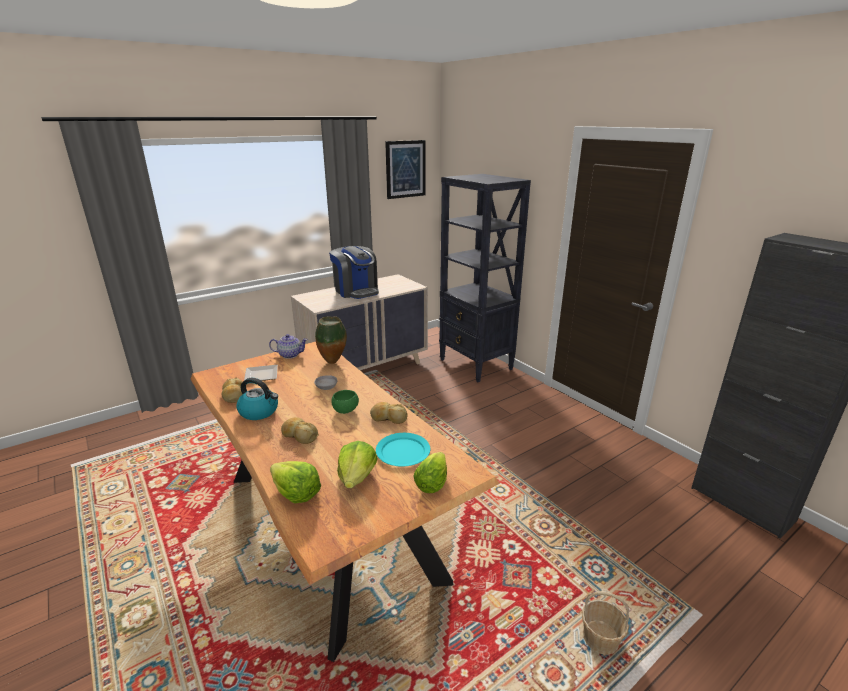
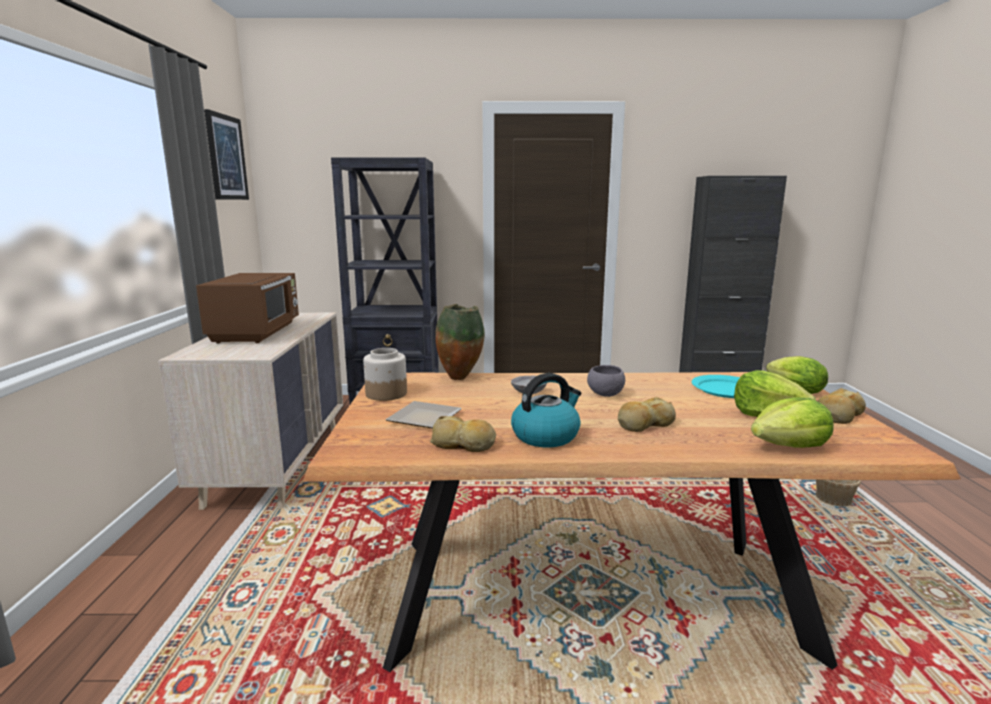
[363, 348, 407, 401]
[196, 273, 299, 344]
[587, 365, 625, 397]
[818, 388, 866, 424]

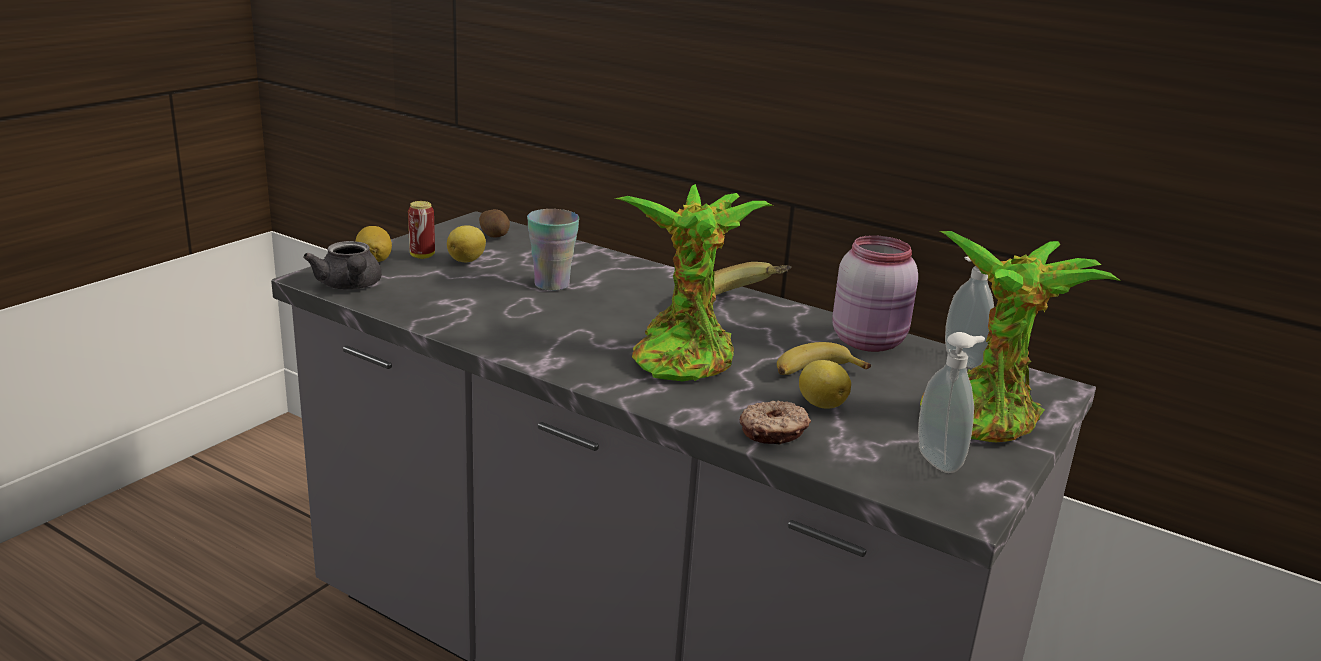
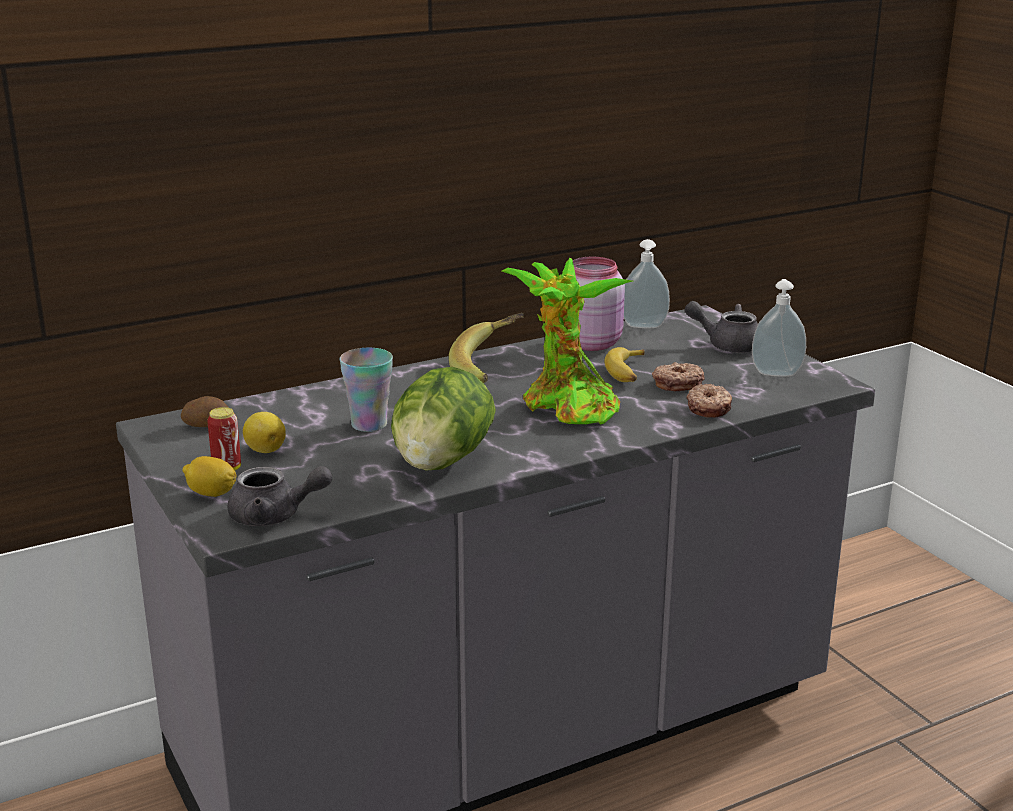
[652, 362, 705, 391]
[685, 301, 758, 353]
[391, 367, 496, 471]

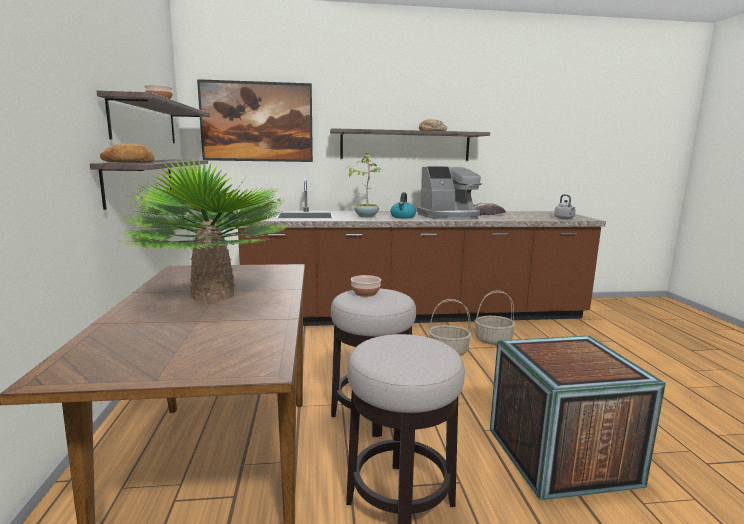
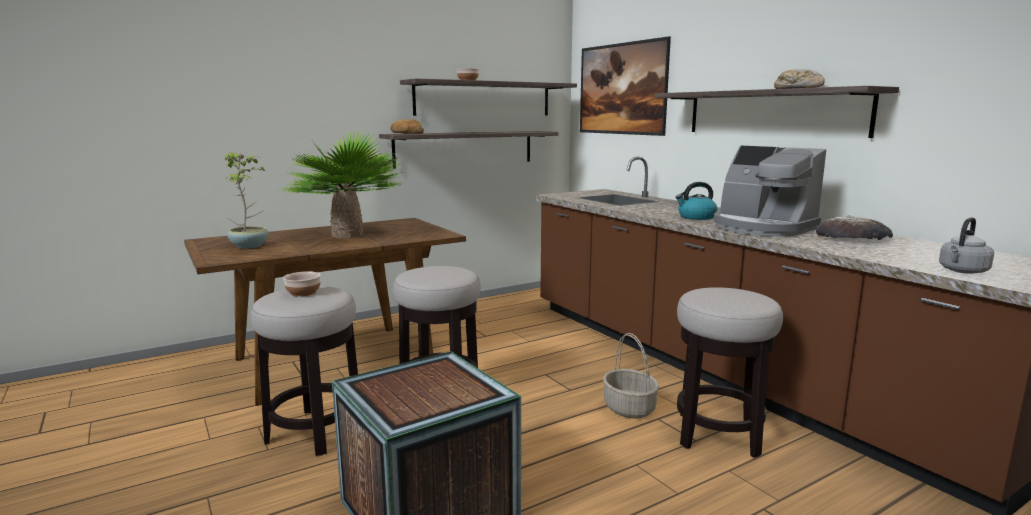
[224, 152, 268, 249]
[283, 271, 321, 296]
[677, 287, 783, 458]

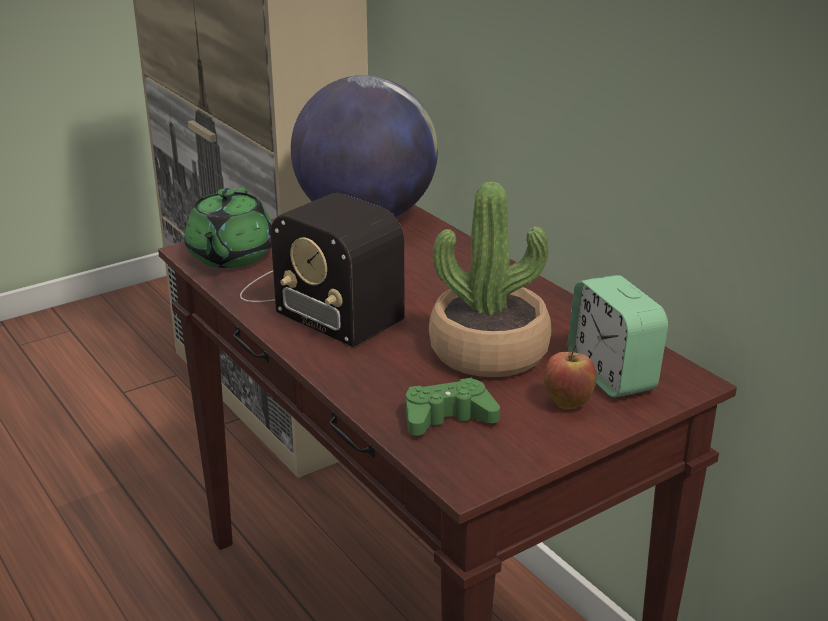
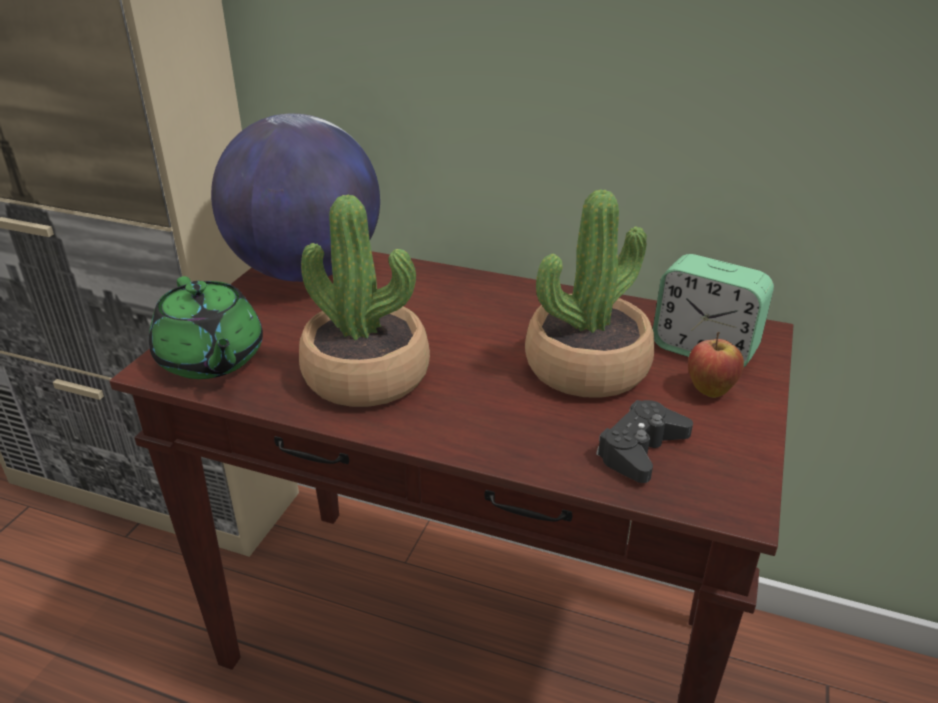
[299, 195, 430, 407]
[596, 400, 693, 483]

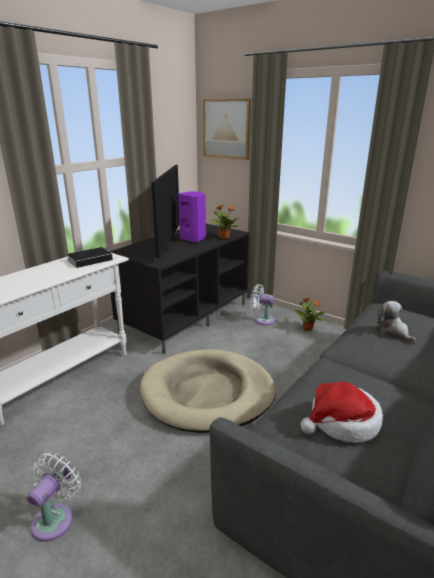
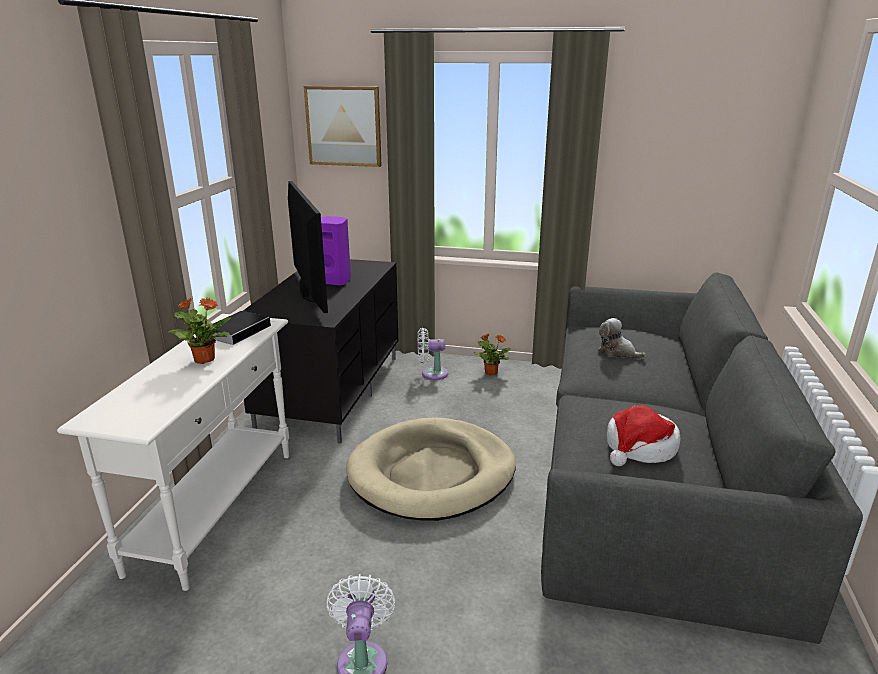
[168, 297, 231, 364]

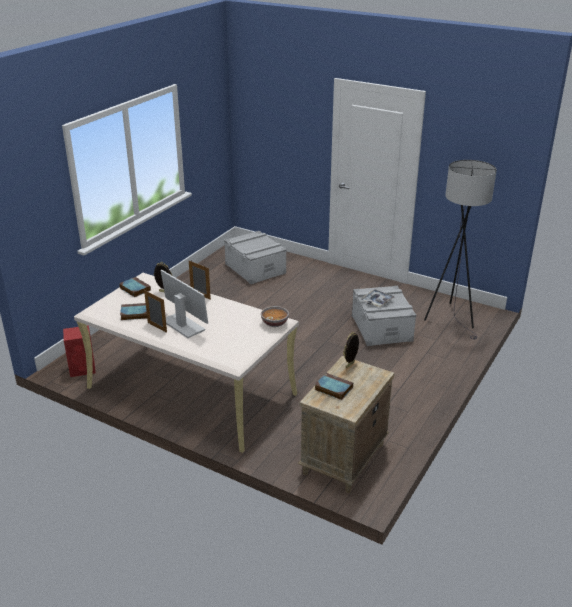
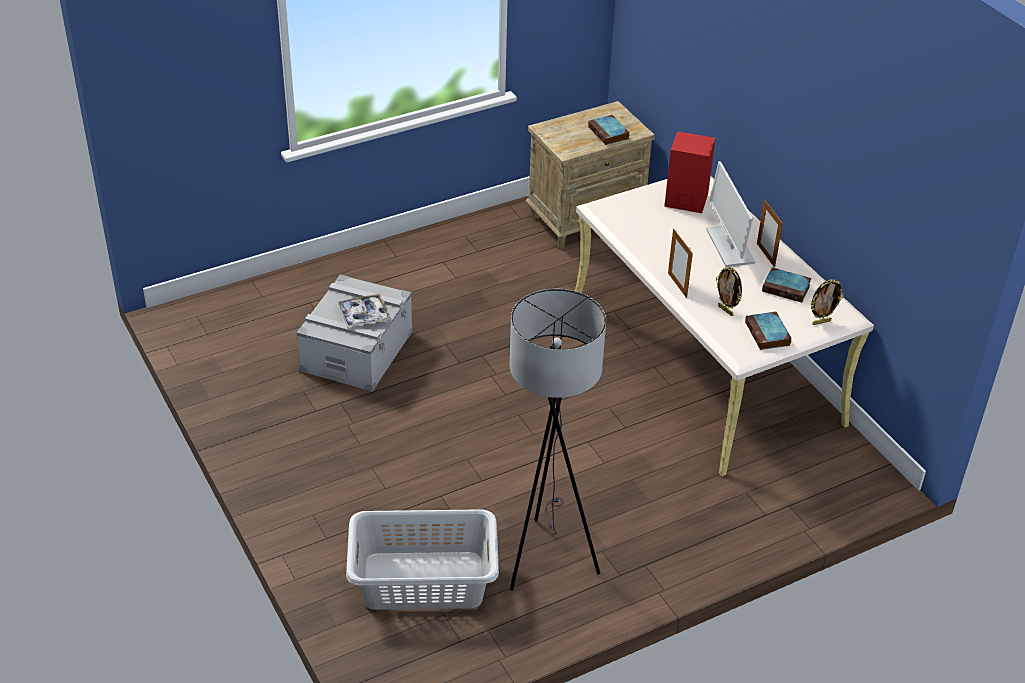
[664, 131, 715, 213]
[346, 509, 499, 610]
[261, 306, 289, 327] (first image)
[810, 279, 844, 325]
[509, 289, 606, 591]

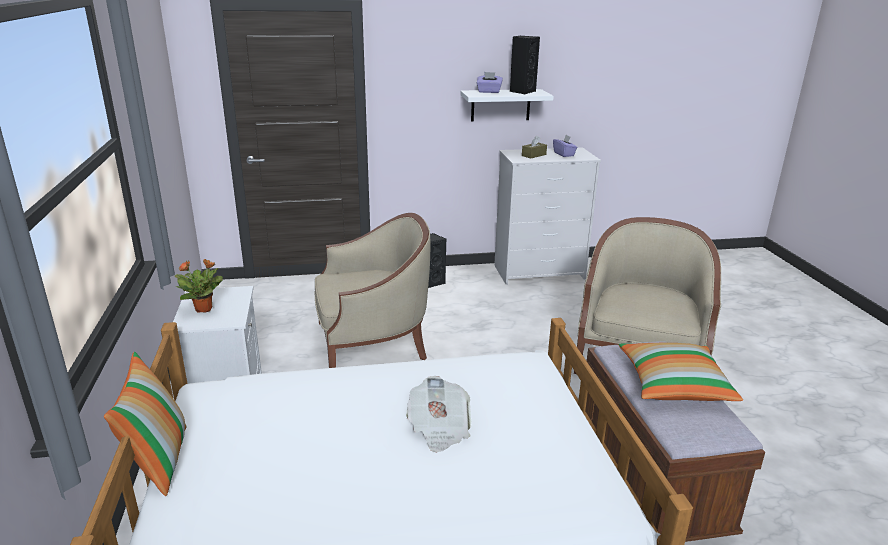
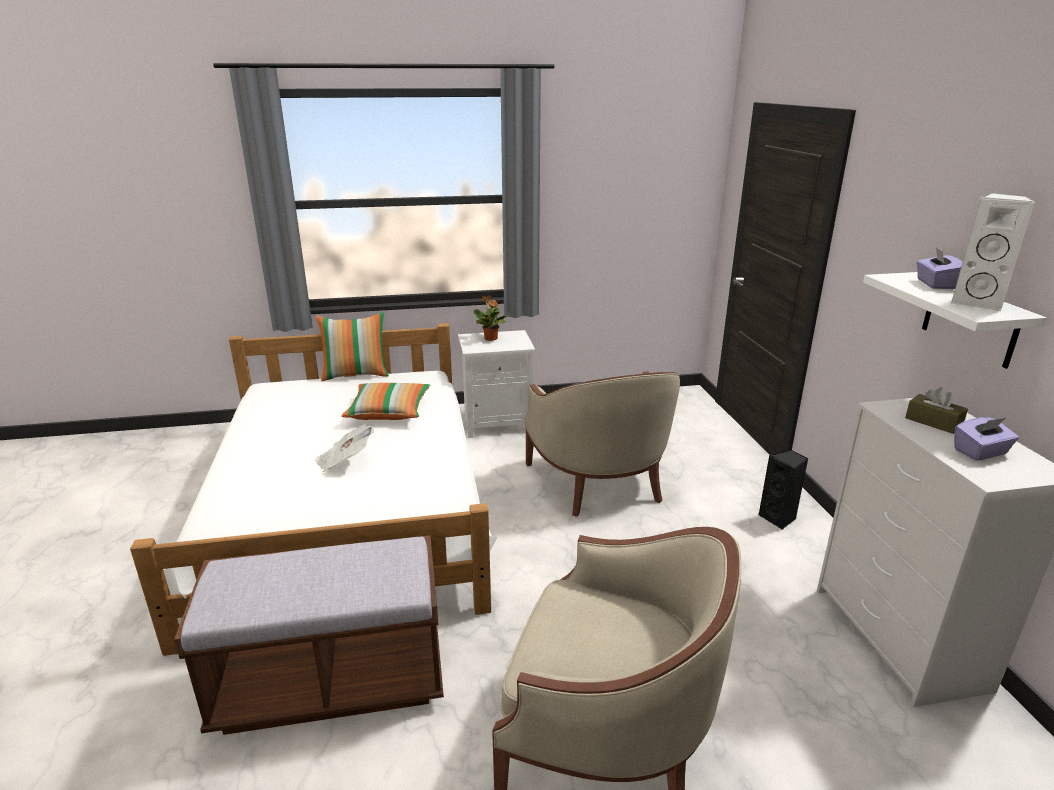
[951, 193, 1035, 311]
[341, 383, 430, 420]

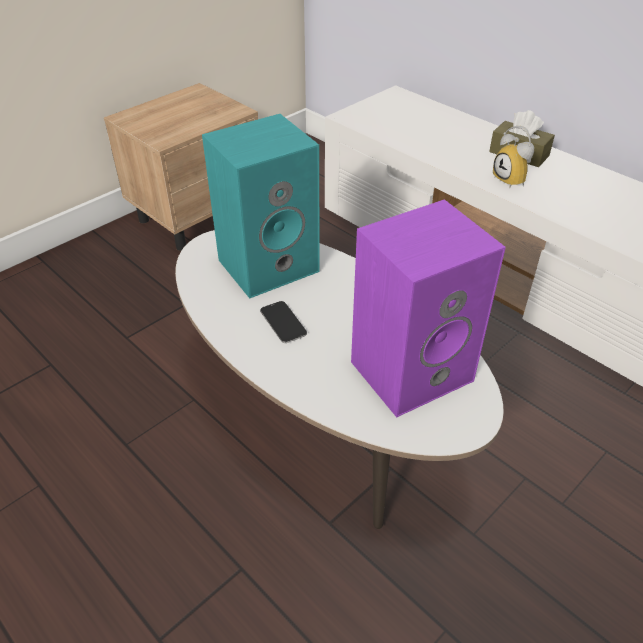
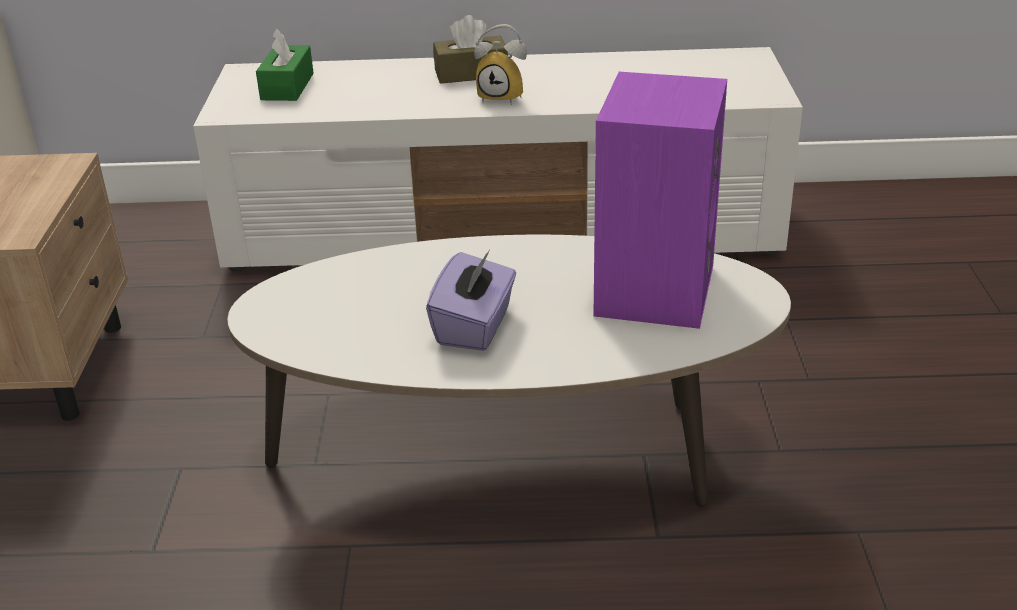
[202, 114, 320, 298] (first image)
[426, 250, 516, 351]
[256, 28, 314, 101]

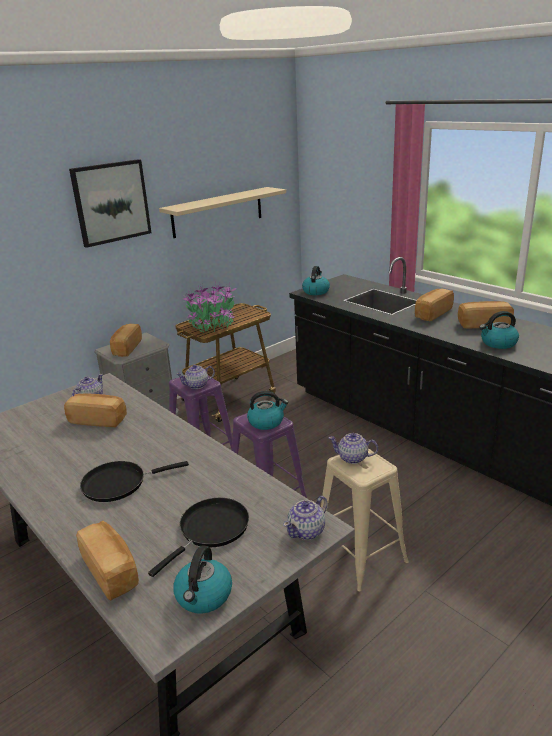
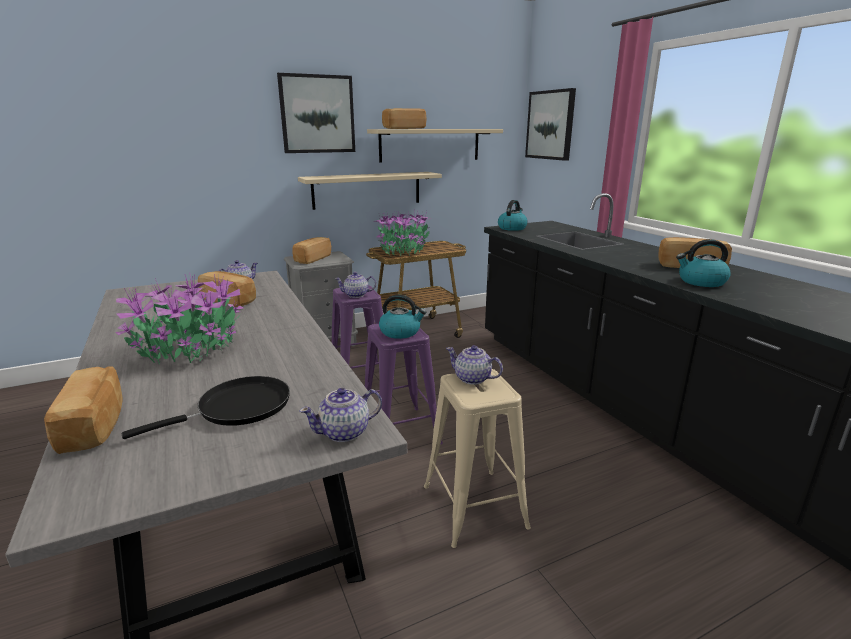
[116, 274, 244, 364]
[173, 545, 232, 614] (first image)
[382, 108, 427, 129]
[298, 172, 442, 210]
[525, 88, 576, 161]

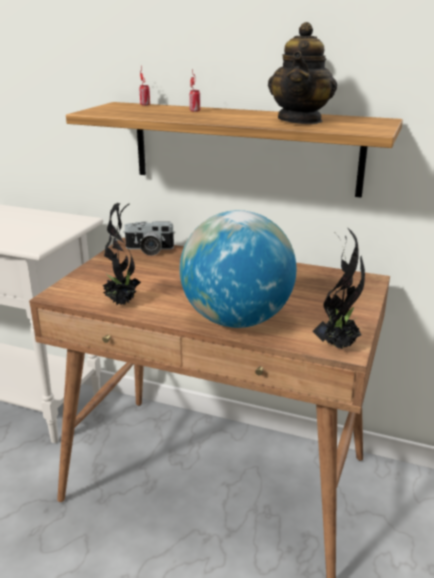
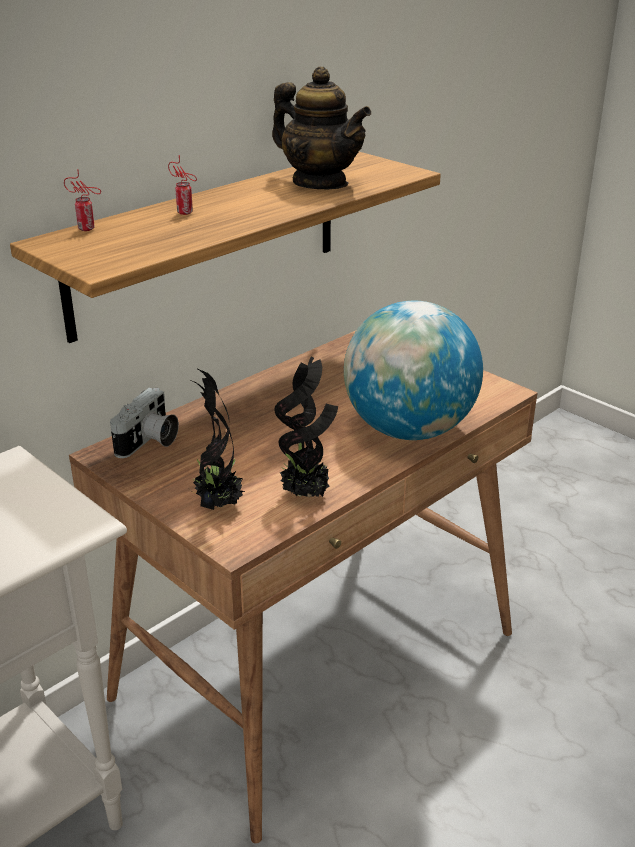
[188, 368, 245, 510]

